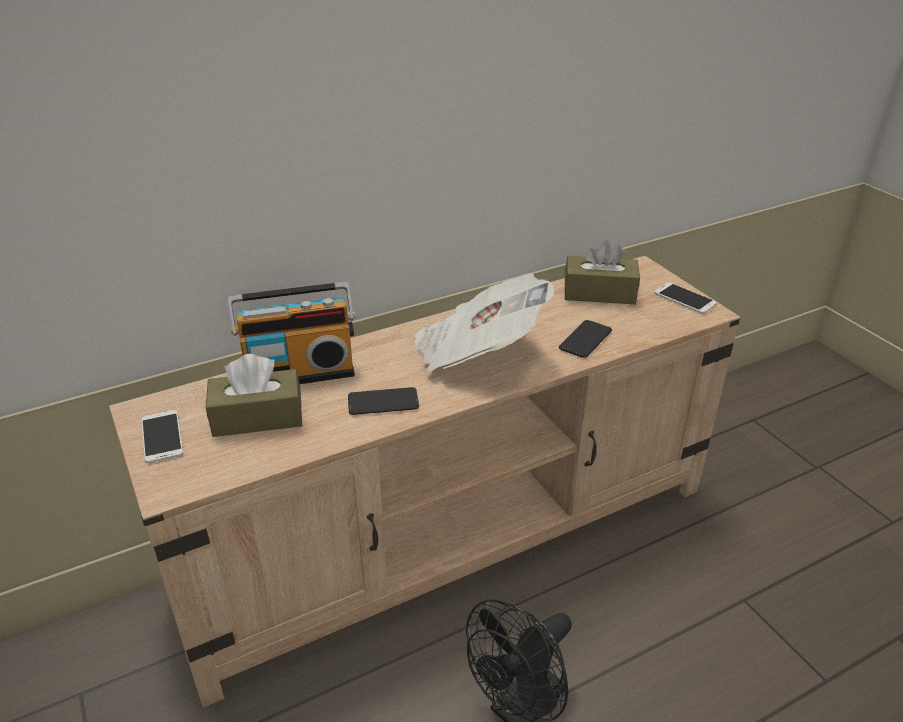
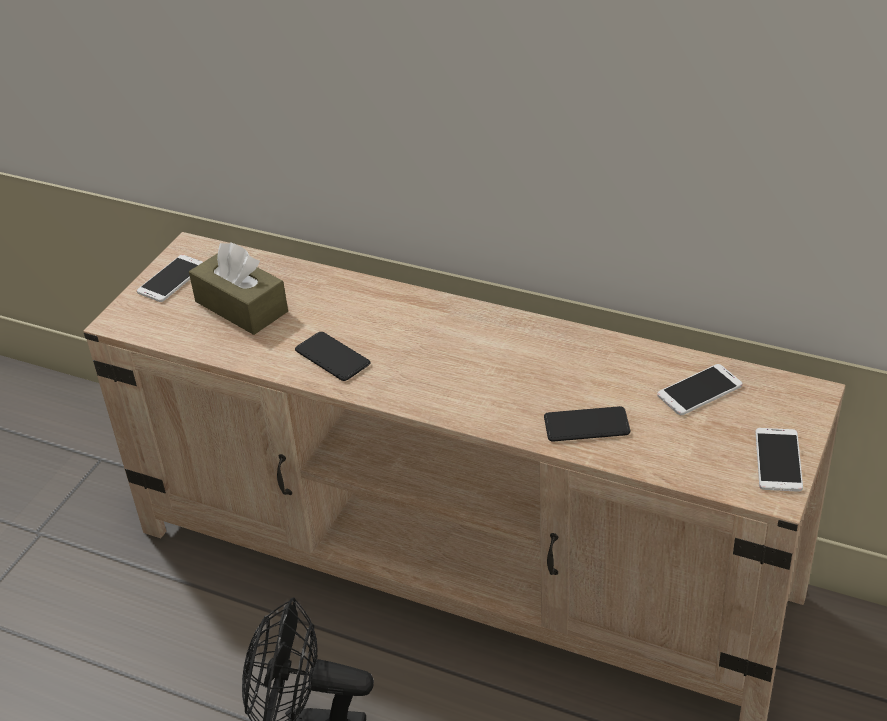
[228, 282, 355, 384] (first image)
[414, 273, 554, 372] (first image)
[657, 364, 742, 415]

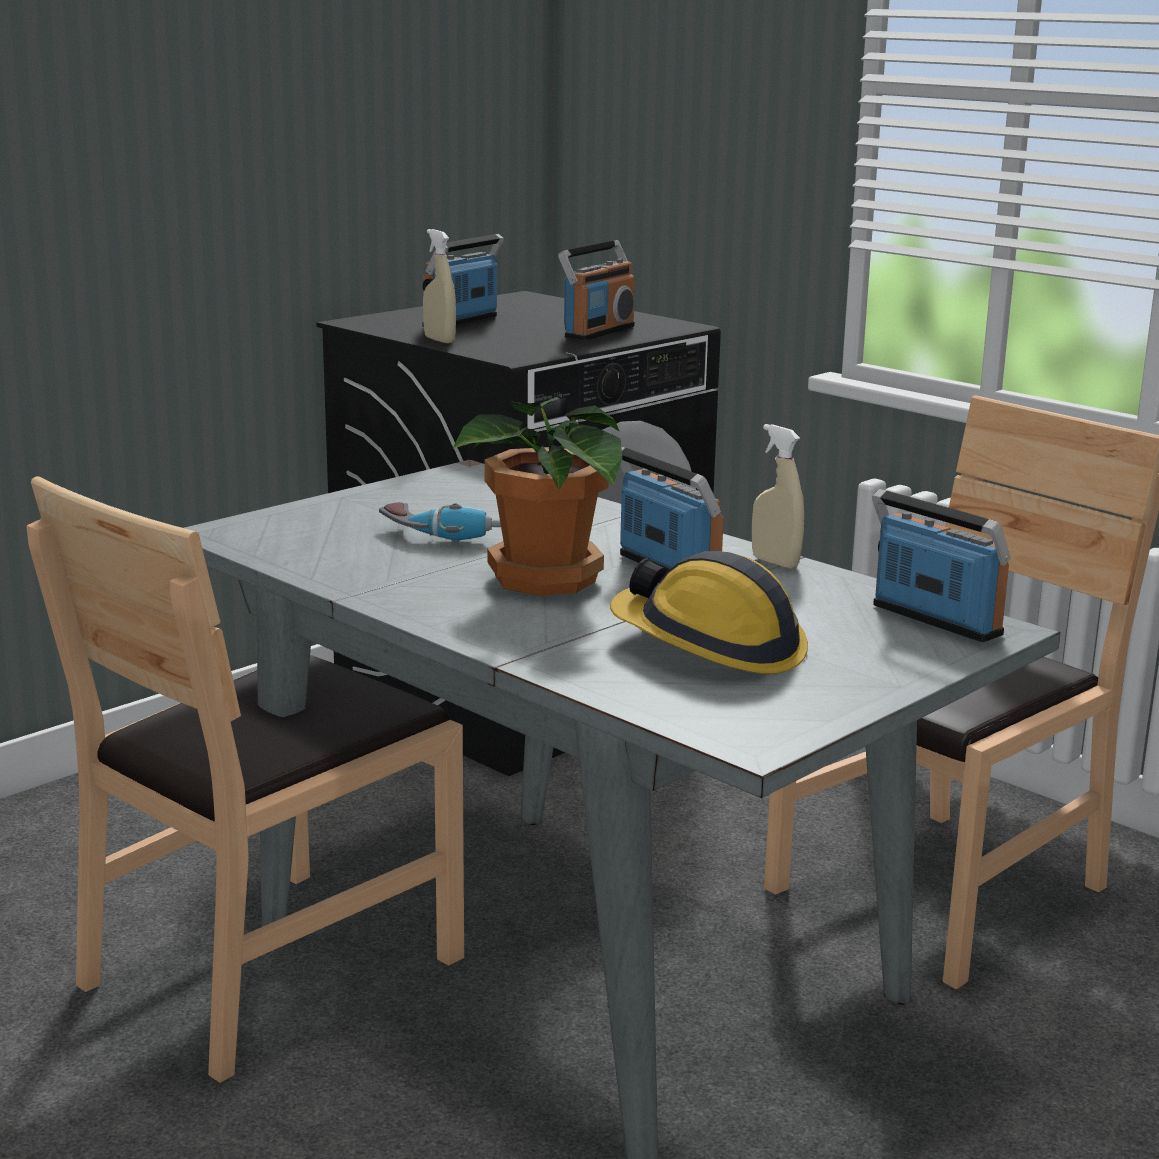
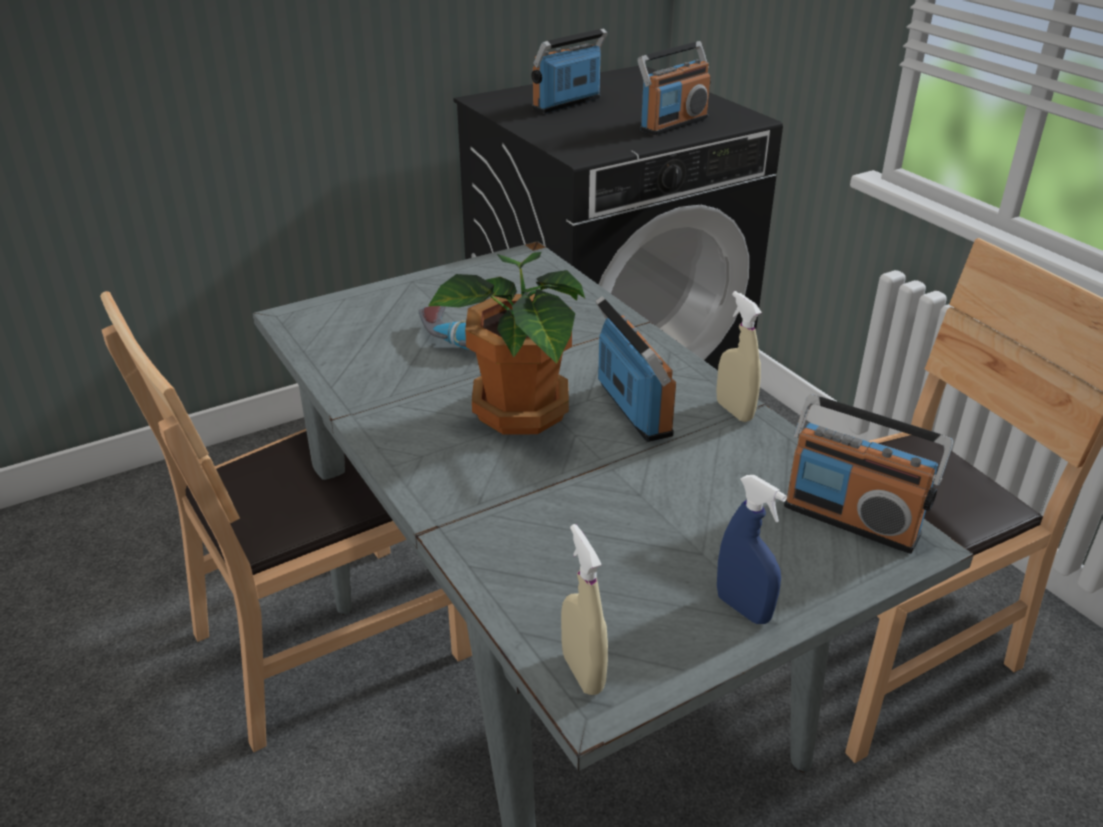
[561, 524, 608, 695]
[610, 551, 808, 674] (first image)
[784, 394, 953, 554]
[717, 475, 787, 624]

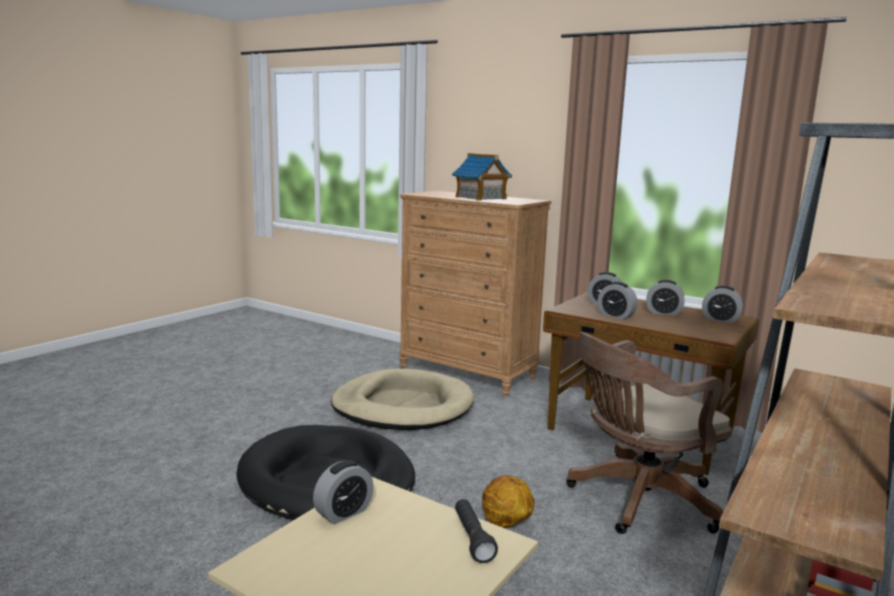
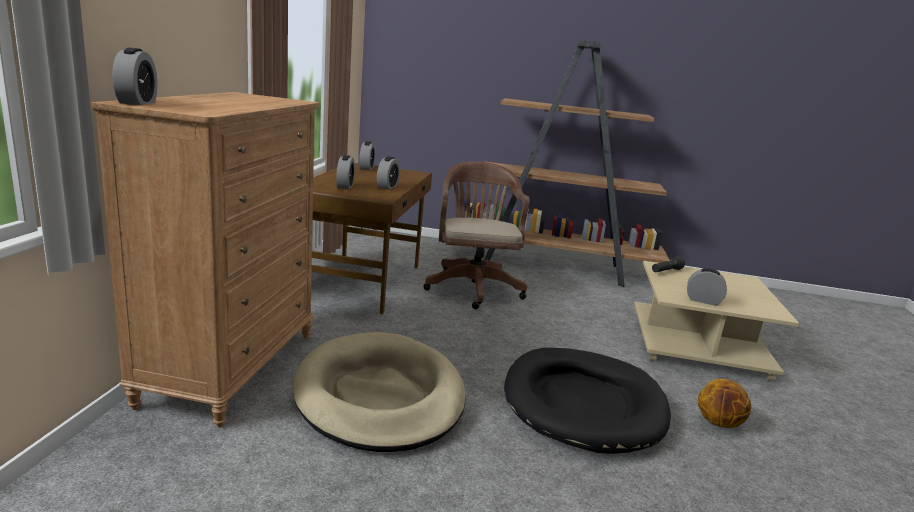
[452, 153, 512, 201] (first image)
[698, 379, 751, 428]
[423, 161, 529, 309]
[112, 48, 158, 105]

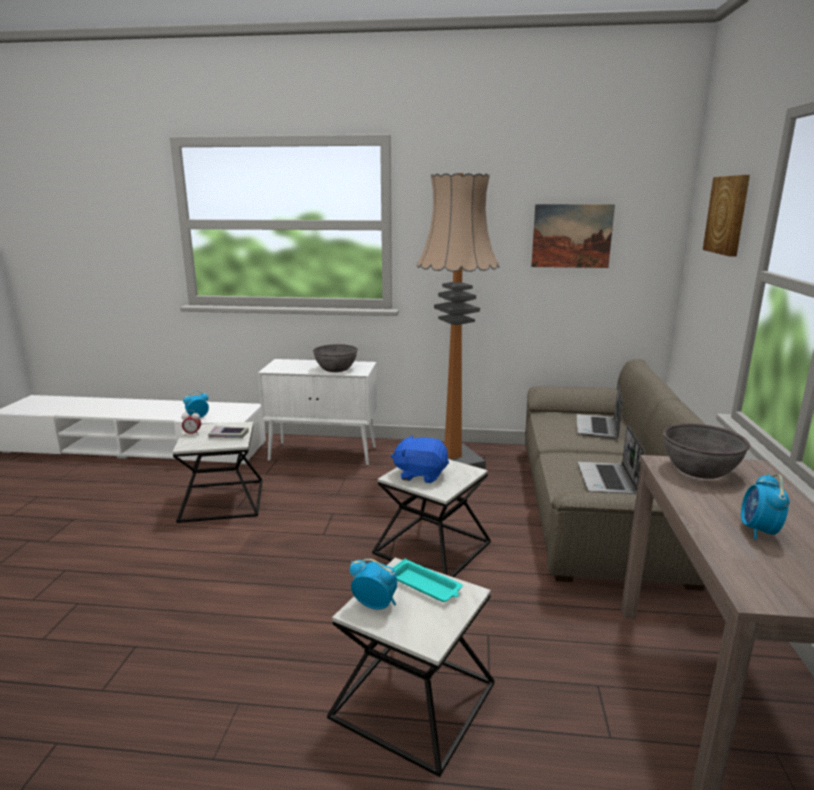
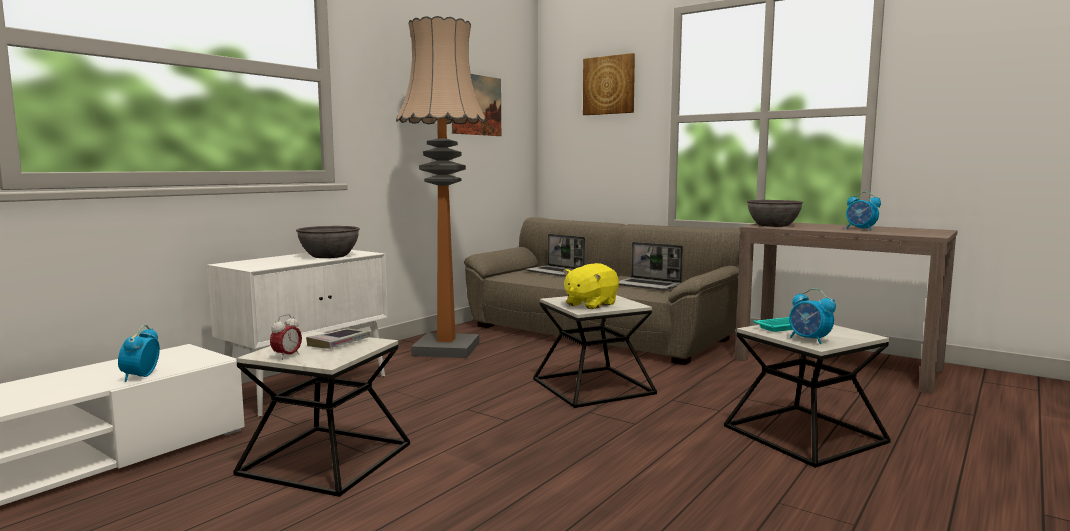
[789, 288, 836, 344]
[563, 263, 619, 309]

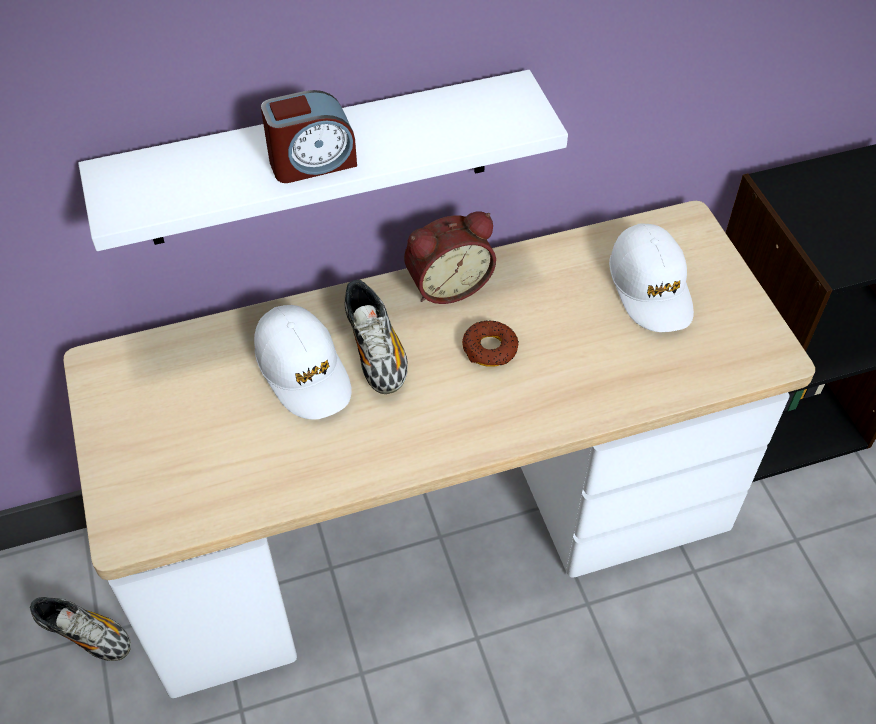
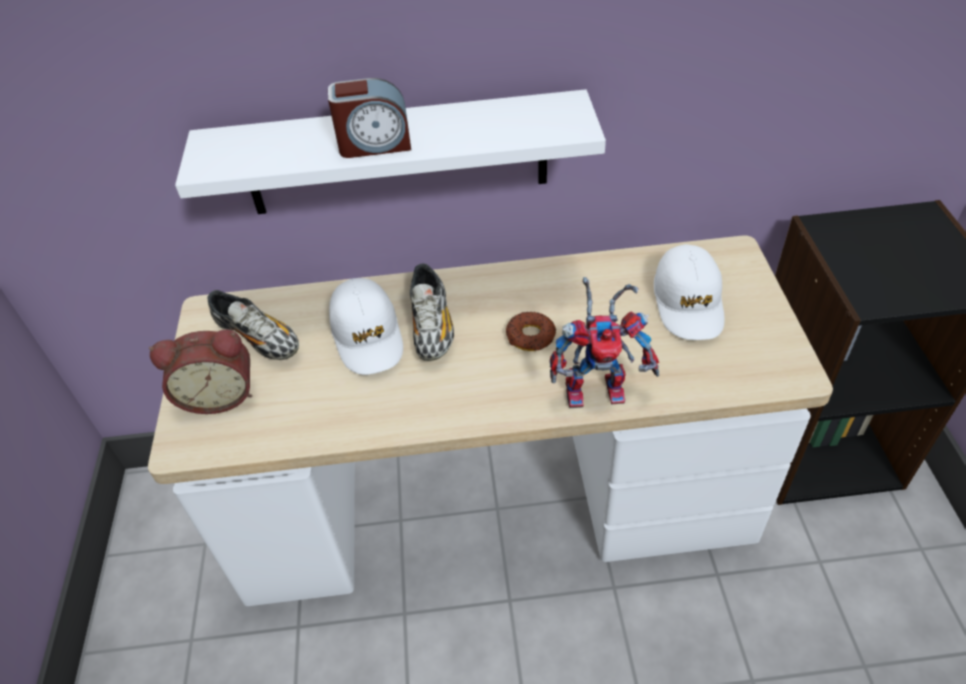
[207, 290, 299, 360]
[149, 330, 252, 414]
[550, 277, 659, 408]

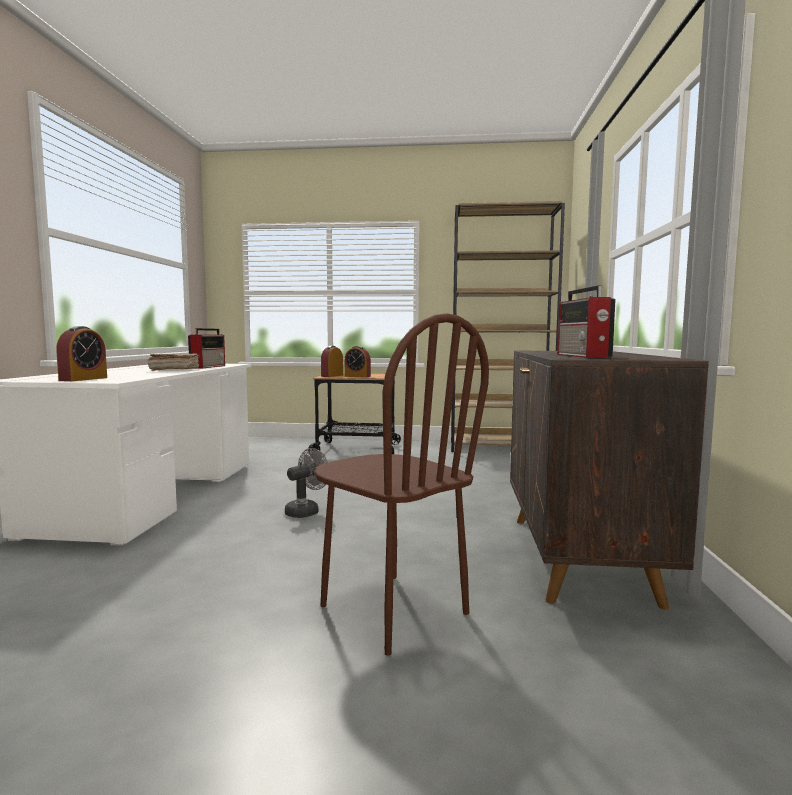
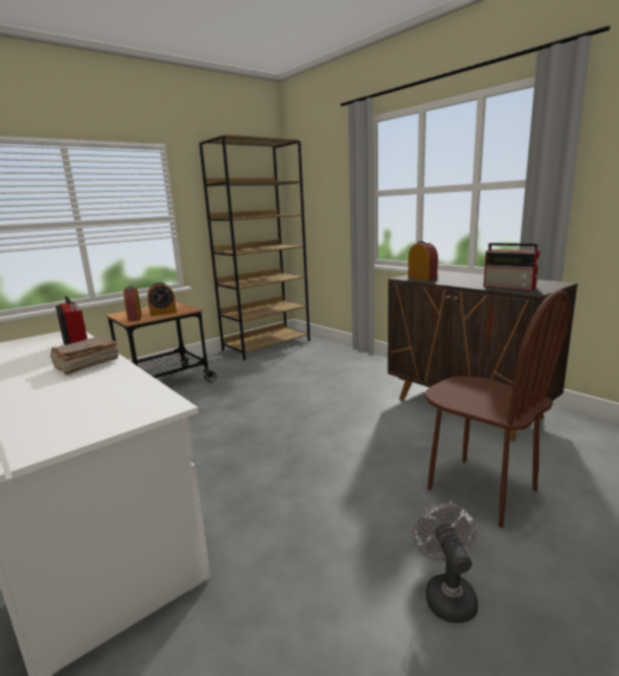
[408, 241, 438, 281]
[413, 504, 478, 623]
[425, 290, 571, 528]

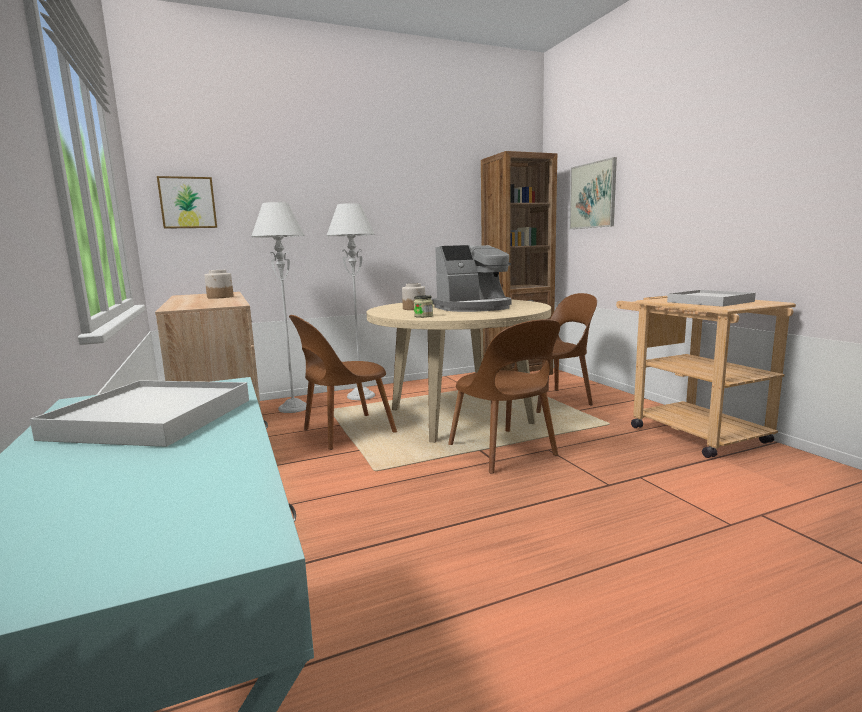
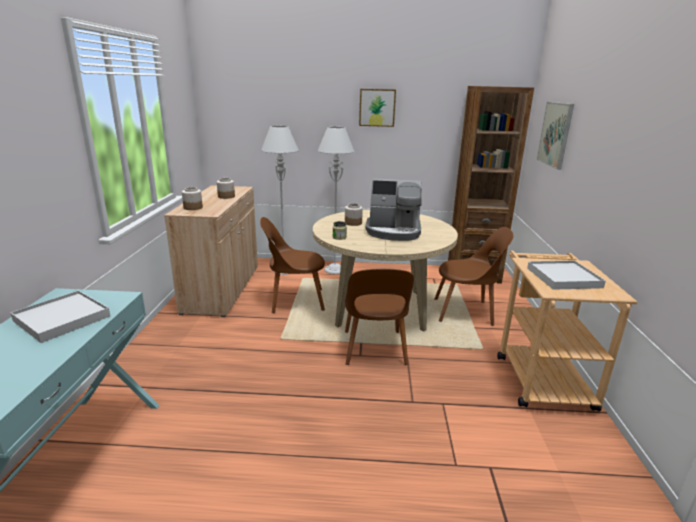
[359, 89, 396, 127]
[182, 187, 203, 210]

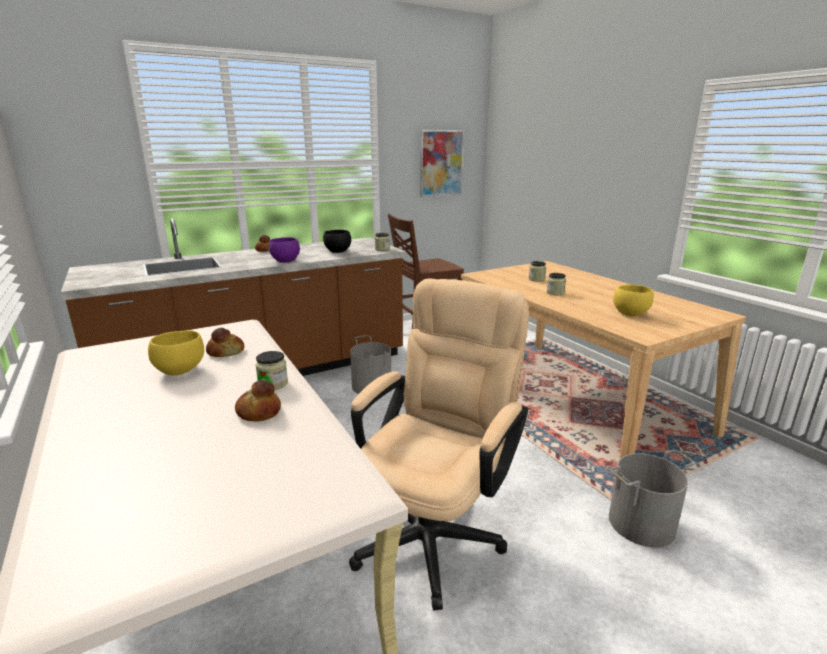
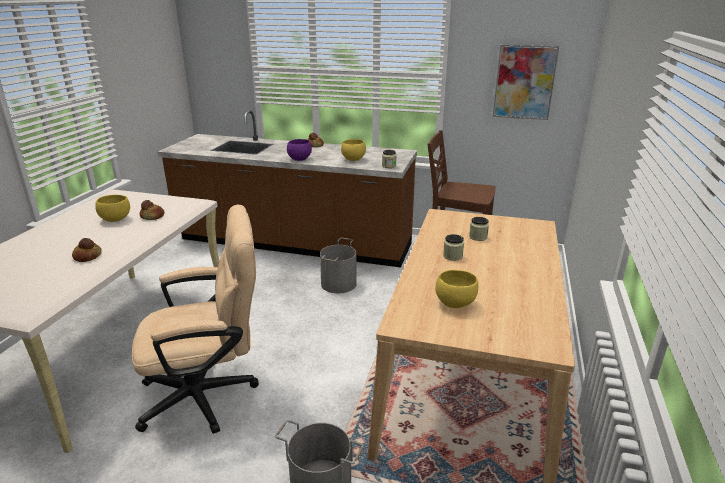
[256, 351, 288, 390] (first image)
[341, 139, 366, 161]

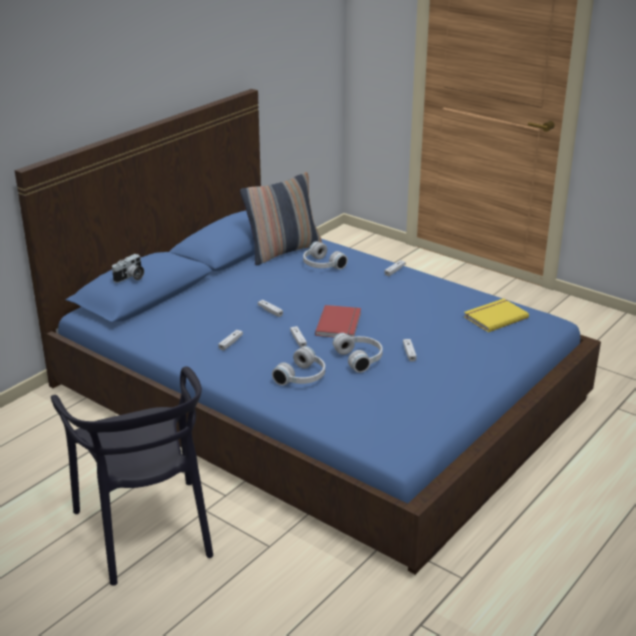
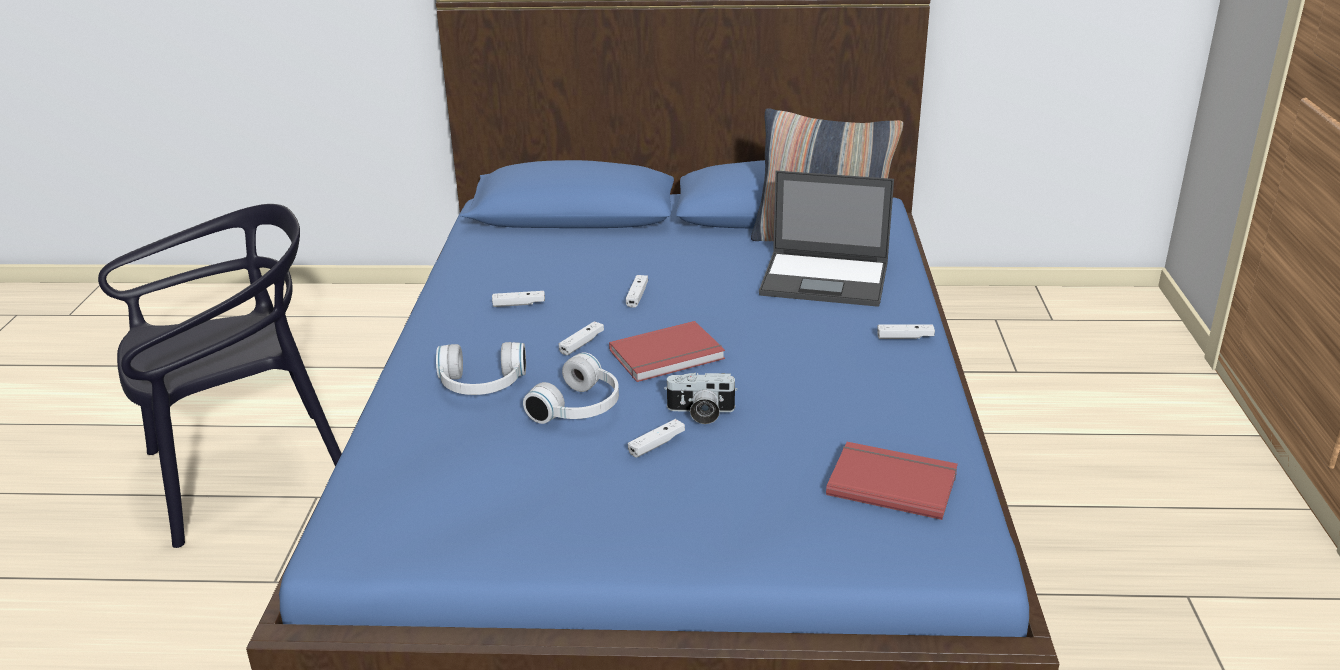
[98, 204, 342, 548]
[664, 373, 738, 424]
[759, 171, 894, 307]
[826, 442, 958, 520]

